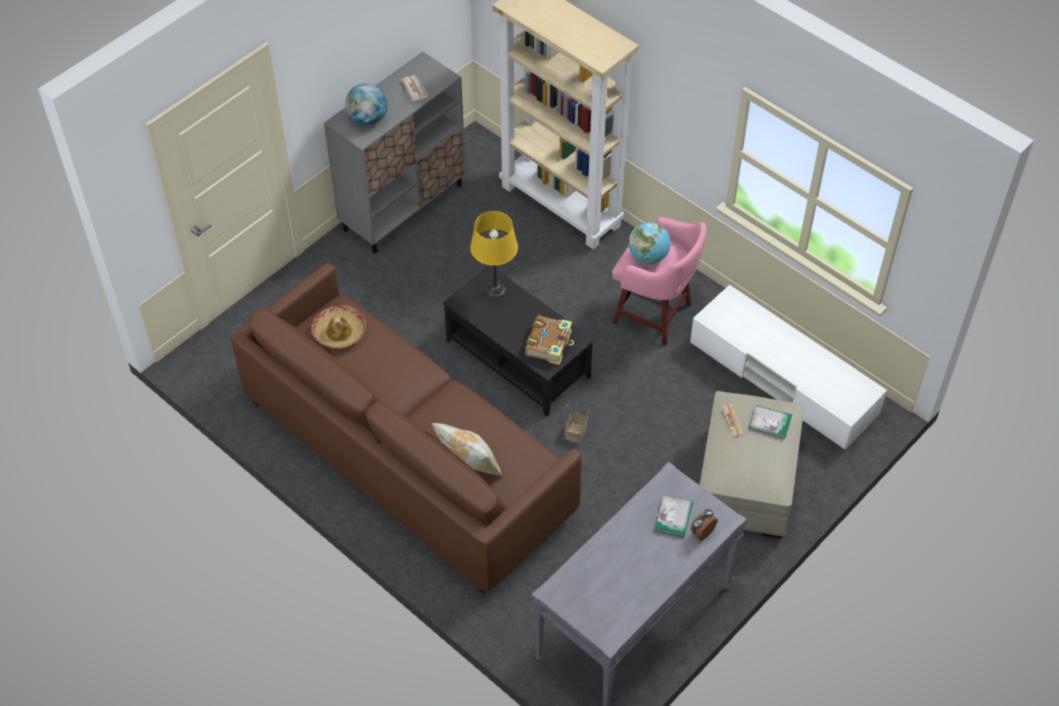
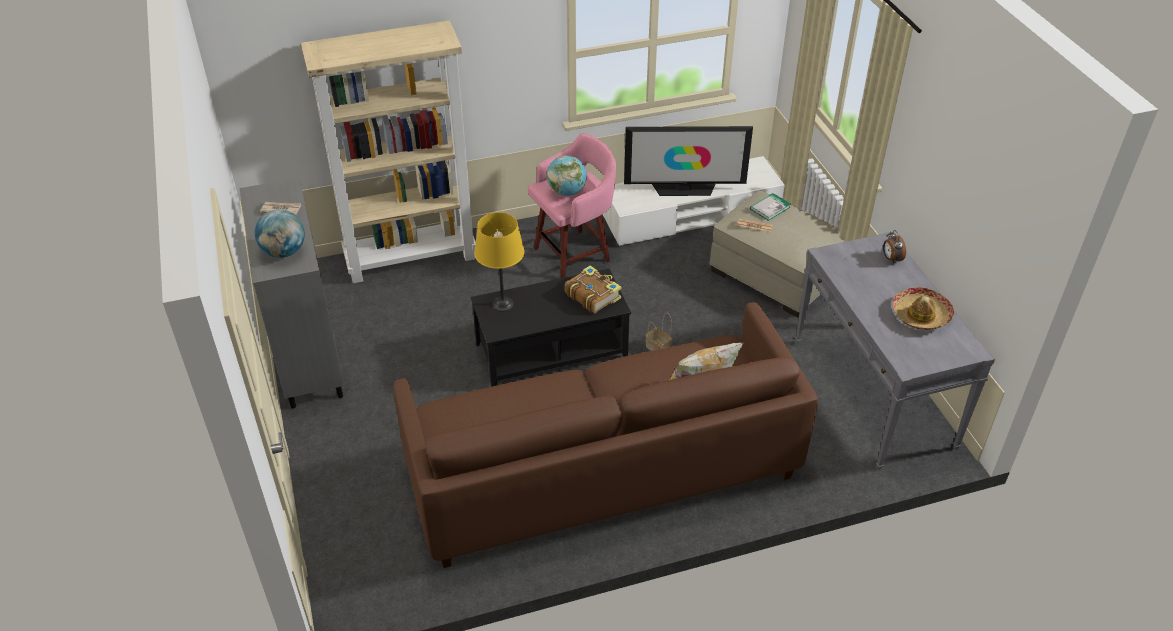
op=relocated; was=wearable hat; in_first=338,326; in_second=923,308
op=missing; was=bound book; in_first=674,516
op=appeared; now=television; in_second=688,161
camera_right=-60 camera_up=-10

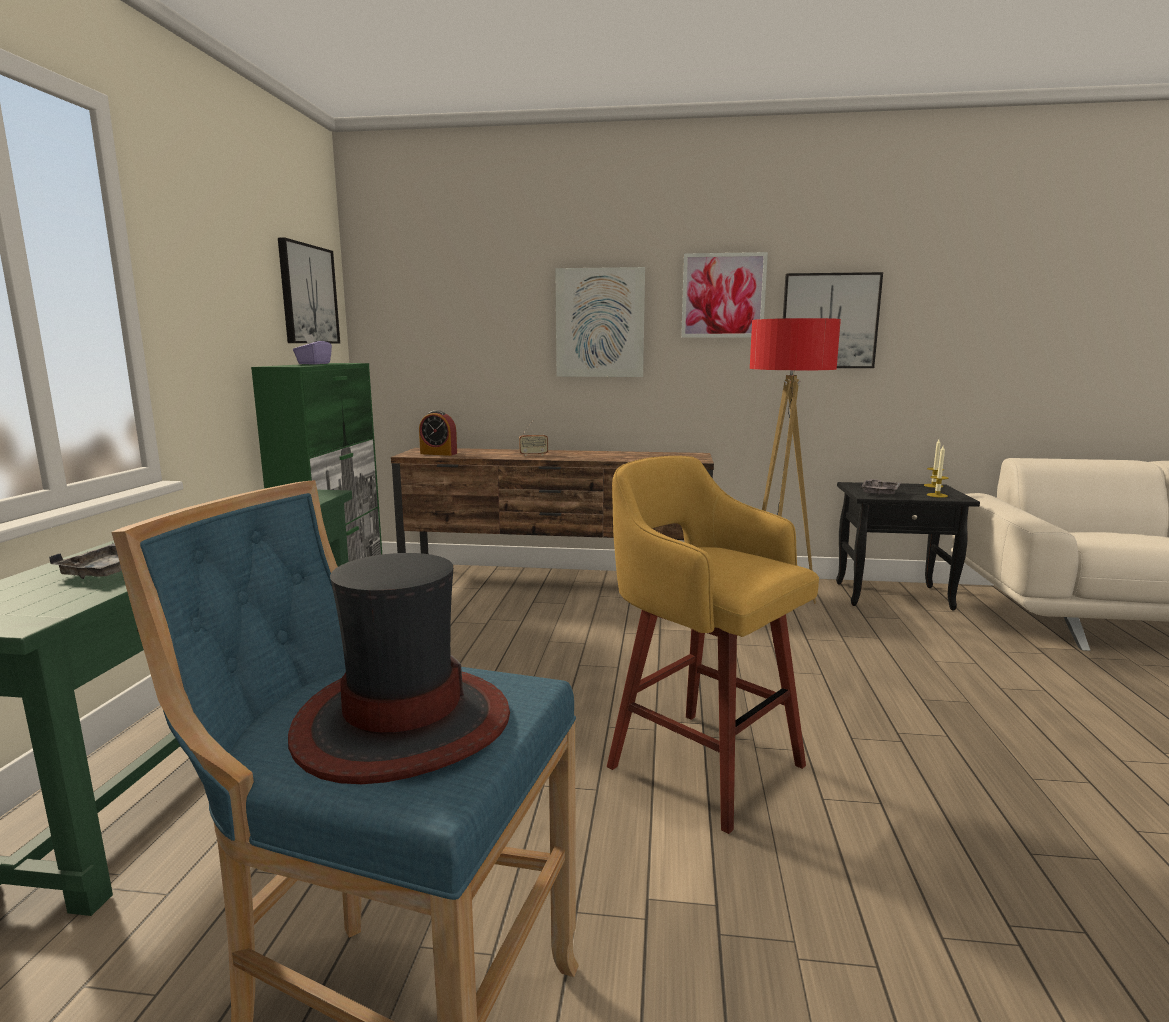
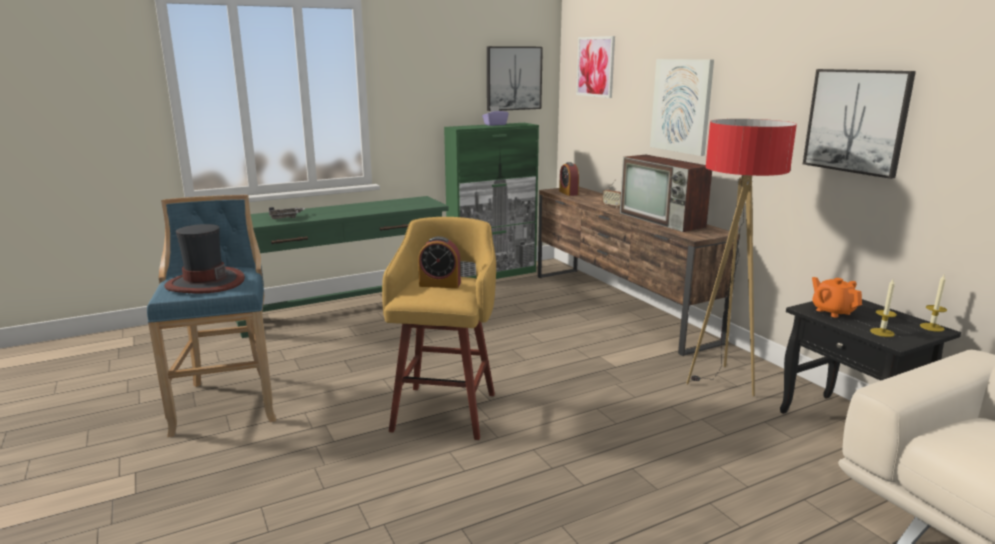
op=relocated; was=wall picture; in_first=724,295; in_second=595,67
op=exchanged; was=tray (gray); now=tea pot (orange-coloured); in_first=881,487; in_second=837,297
op=appeared; now=alarm clock; in_second=439,262
op=appeared; now=television; in_second=666,193
camera_right=55 camera_up=5

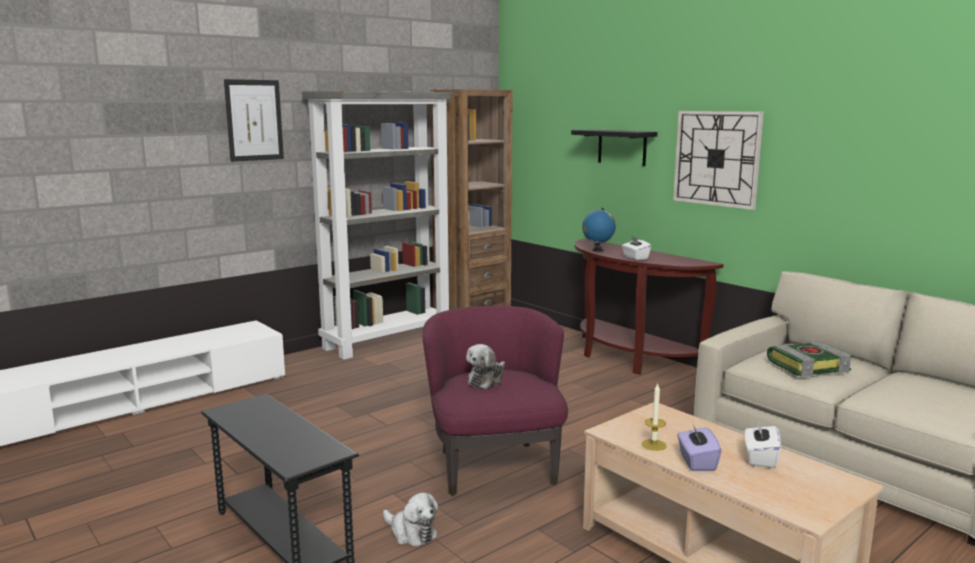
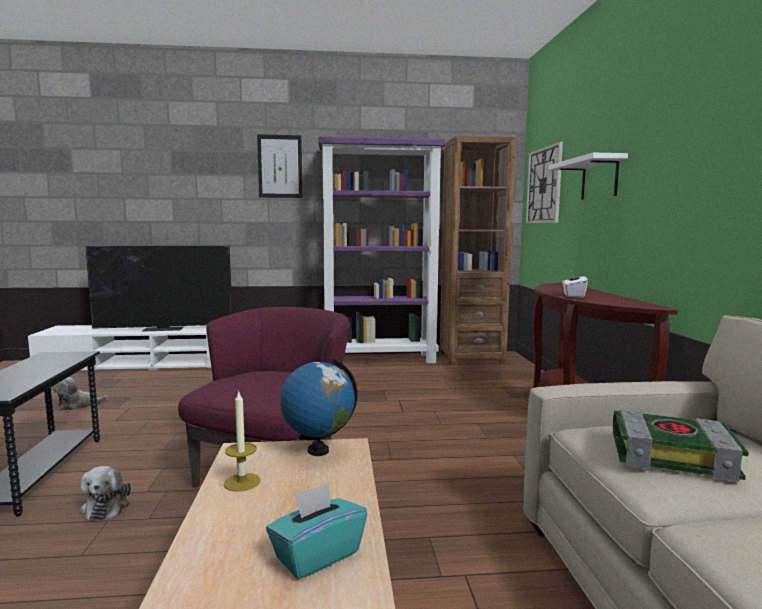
op=colour; was=bookcase (gray); now=bookcase (purplish); in_first=377,225; in_second=381,249
op=relocated; was=cuddly toy; in_first=485,366; in_second=80,394
op=colour; was=bracket shelf (black); now=bracket shelf (whitish); in_first=614,147; in_second=588,176
op=relocated; was=desk globe; in_first=599,230; in_second=318,407
op=relocated; was=wall clock; in_first=718,160; in_second=544,182
op=missing; was=box of tissues (purplish); in_first=699,446
op=colour; was=box of tissues (whitish); now=box of tissues (blue-green); in_first=763,443; in_second=316,531
op=appeared; now=television; in_second=158,288
camera_right=35 camera_up=-5

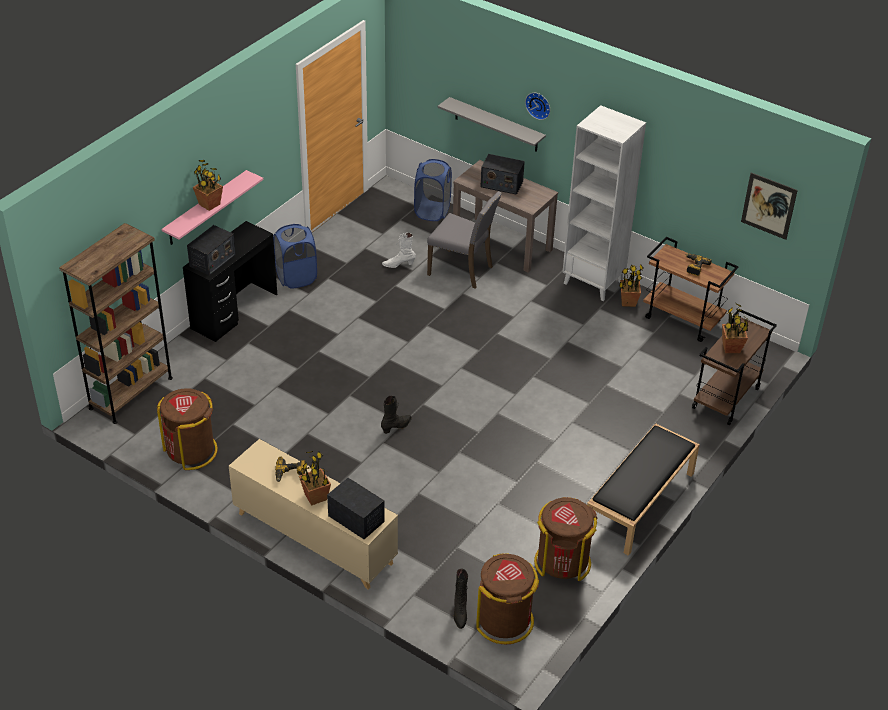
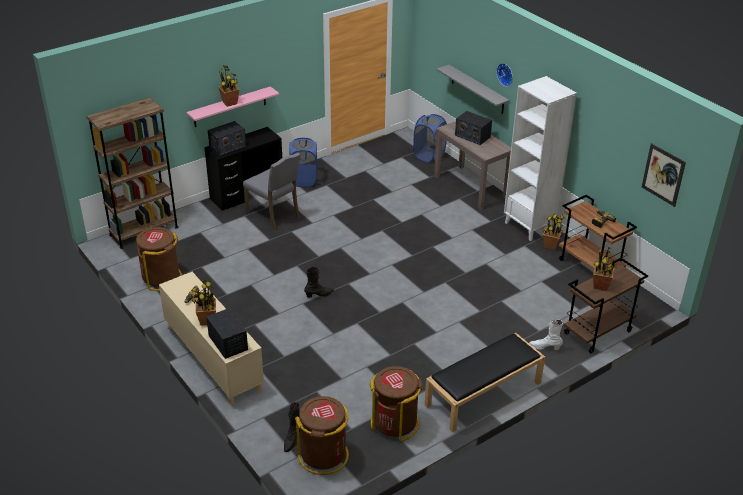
op=relocated; was=tall boot (whitish); in_first=399,250; in_second=546,334
op=relocated; was=upright chair (gray); in_first=464,240; in_second=271,191
camera_right=20 camera_up=-5

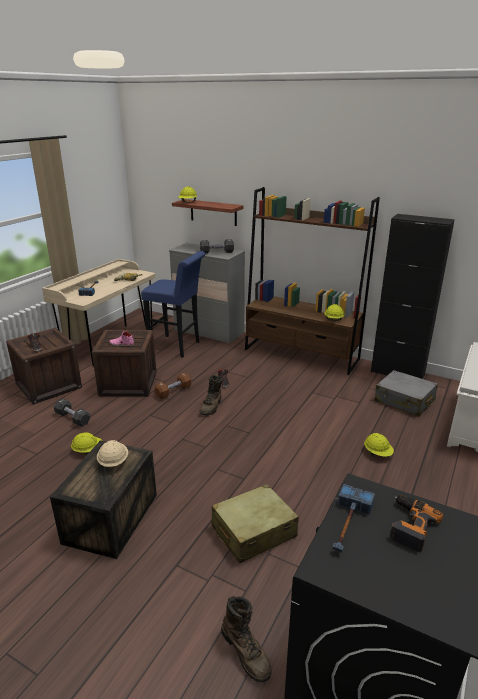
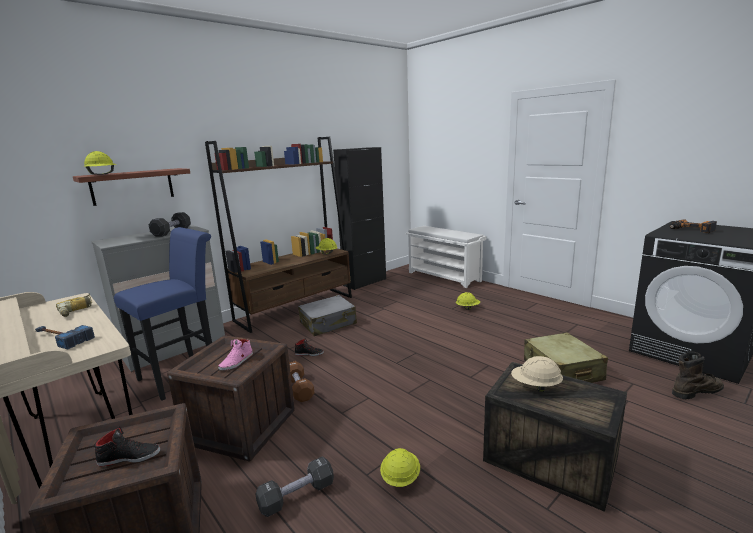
op=missing; was=tall boot (brownish); in_first=210,395
op=missing; was=hand hammer; in_first=353,518
op=relocated; was=suitcase (gray); in_first=406,393; in_second=327,315
camera_right=-70 camera_up=-10

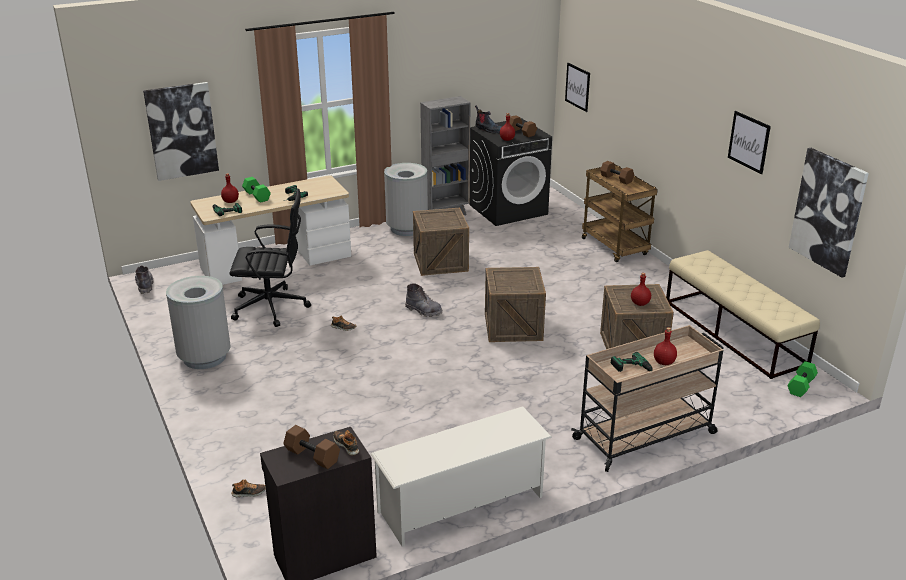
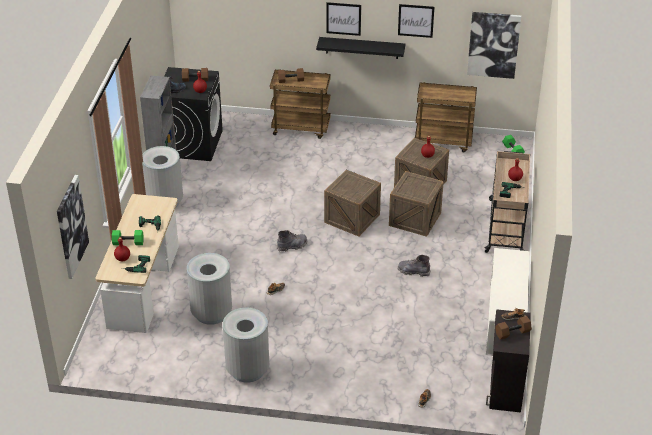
op=relocated; was=tall boot (gray); in_first=144,279; in_second=414,266
op=exchanged; was=desk chair (black); now=rubbish bin (gray); in_first=270,258; in_second=209,289
op=relocated; was=crate; in_first=441,242; in_second=416,204
op=relocated; was=wall picture; in_first=577,87; in_second=343,19
op=exchanged; was=indoor bench (beige); now=wheeled cart (brownish); in_first=743,314; in_second=446,117
op=appeared; now=bracket shelf (black); in_second=360,48
camera_right=-55 camera_up=10

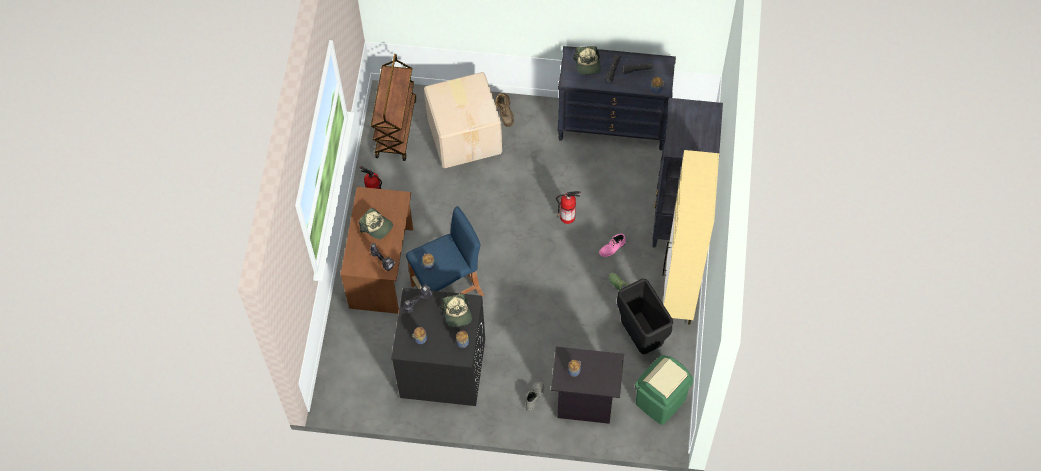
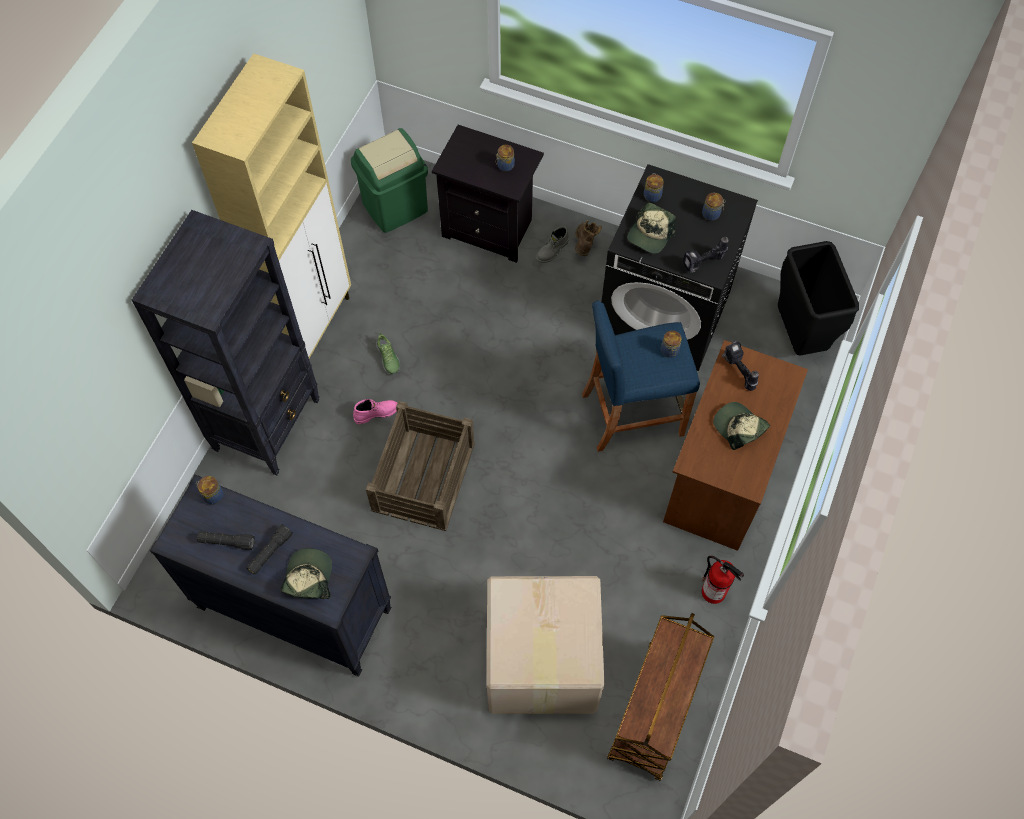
op=spun; was=baseball cap; in_first=456,310; in_second=651,228; clockwise=-150
op=relocated; was=tall boot (brownish); in_first=504,110; in_second=588,238
op=exchanged; was=extinguisher; now=crate; in_first=568,207; in_second=420,466
op=relocated; was=rubbish bin (black); in_first=645,316; in_second=818,298
camera_right=-165 camera_up=0

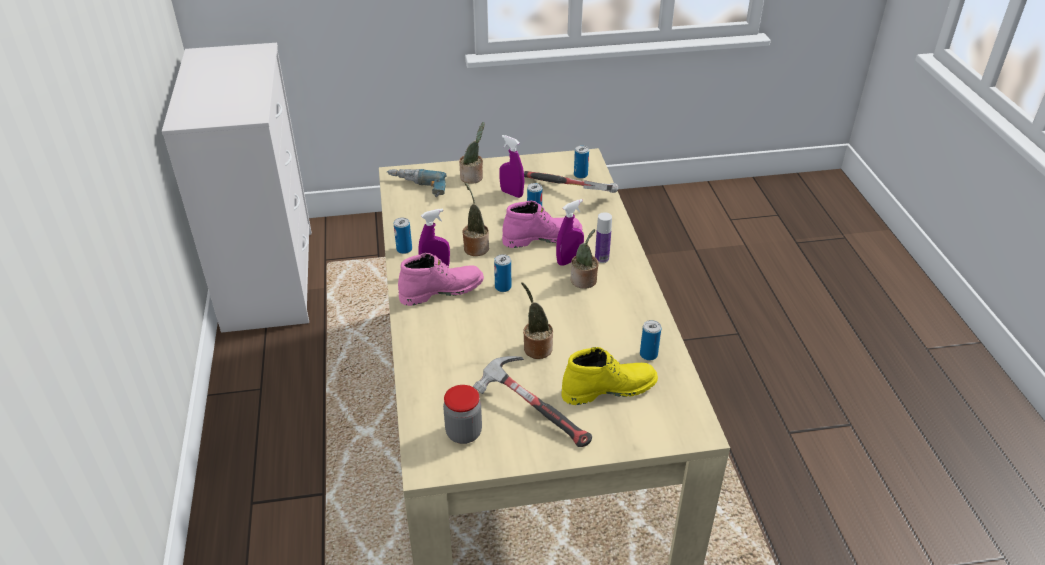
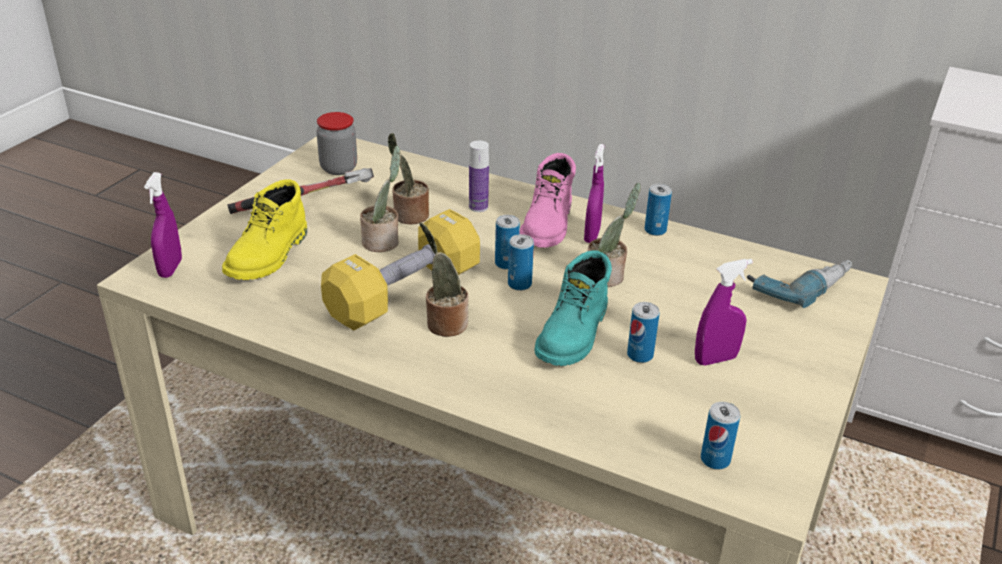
op=relocated; was=plant in a pot; in_first=472,153; in_second=408,178
op=colour; was=tall boot (pinkish); now=tall boot (blue-green); in_first=542,224; in_second=573,308
op=missing; was=hand hammer; in_first=571,182
op=relocated; was=spray bottle (purplish); in_first=570,232; in_second=163,225
op=relocated; was=beverage bottle; in_first=603,237; in_second=479,176
op=relocated; was=metal can; in_first=651,340; in_second=521,262
op=appeared; now=hand weight (yellow-coloured); in_second=400,269
camera_right=125 camera_up=-5

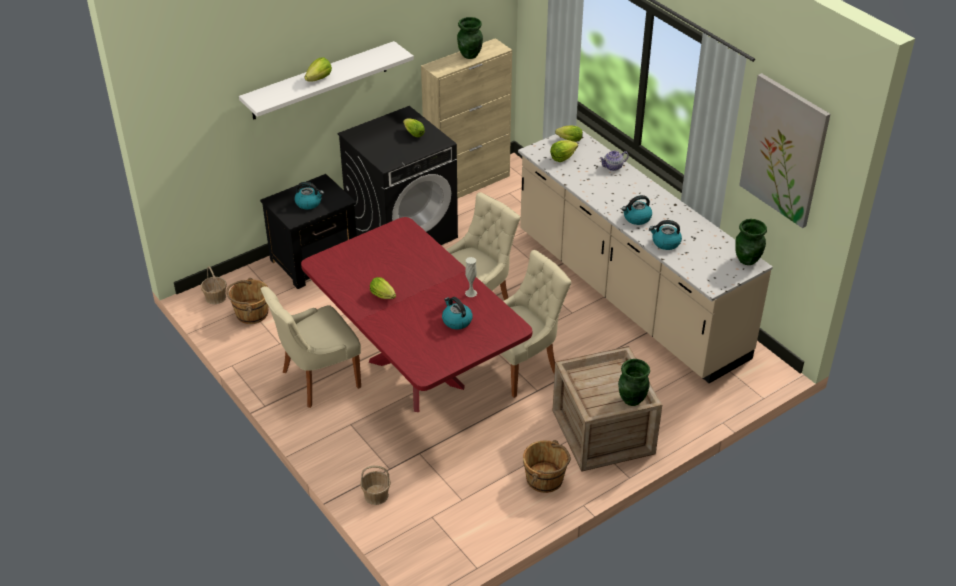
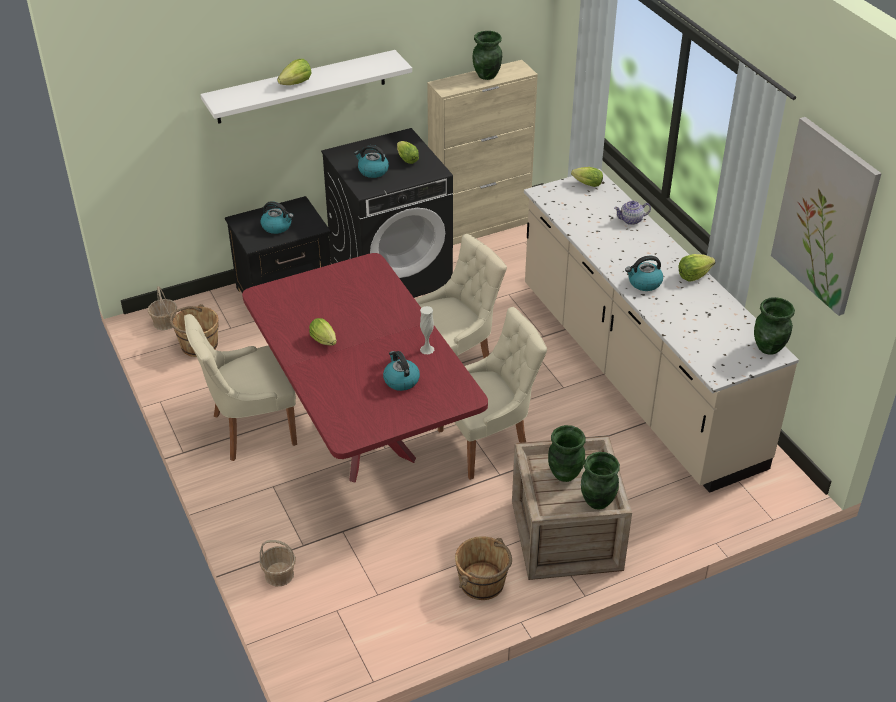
op=relocated; was=lettuce head; in_first=564,151; in_second=696,268
op=relocated; was=kettle; in_first=665,235; in_second=371,161
op=appeared; now=decorative vase (greenish); in_second=567,453
camera_right=10 camera_up=0

